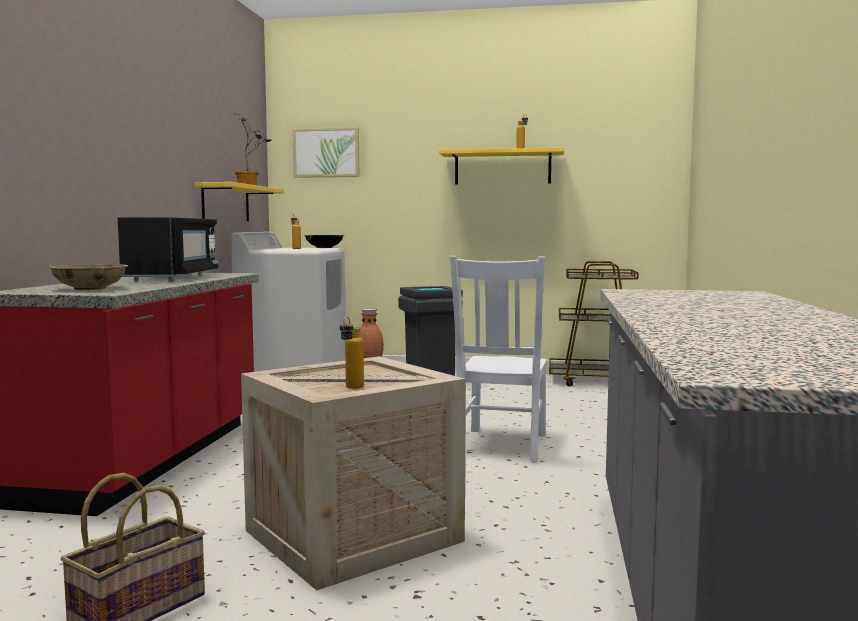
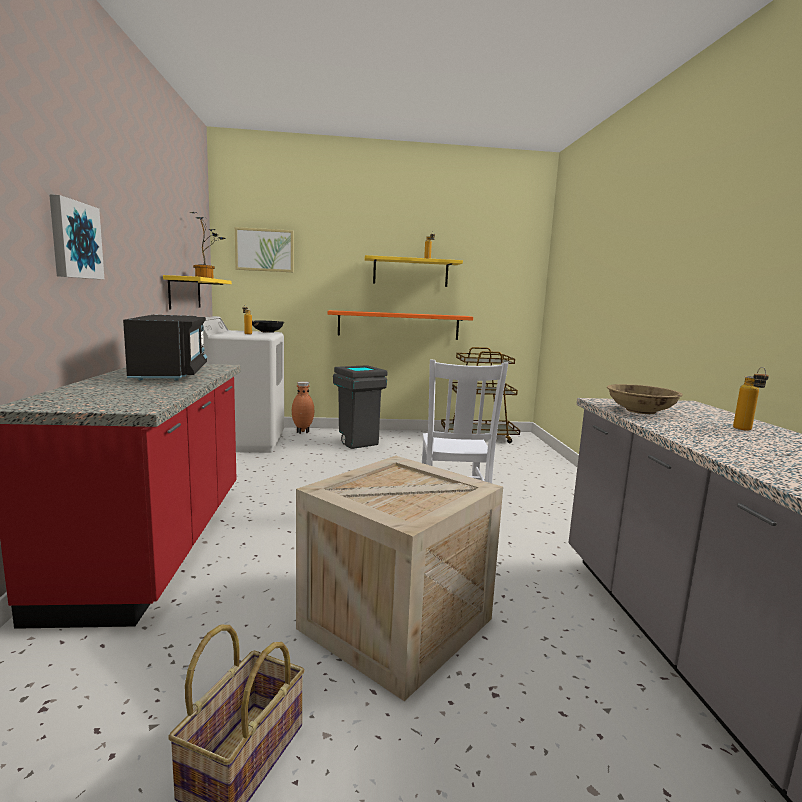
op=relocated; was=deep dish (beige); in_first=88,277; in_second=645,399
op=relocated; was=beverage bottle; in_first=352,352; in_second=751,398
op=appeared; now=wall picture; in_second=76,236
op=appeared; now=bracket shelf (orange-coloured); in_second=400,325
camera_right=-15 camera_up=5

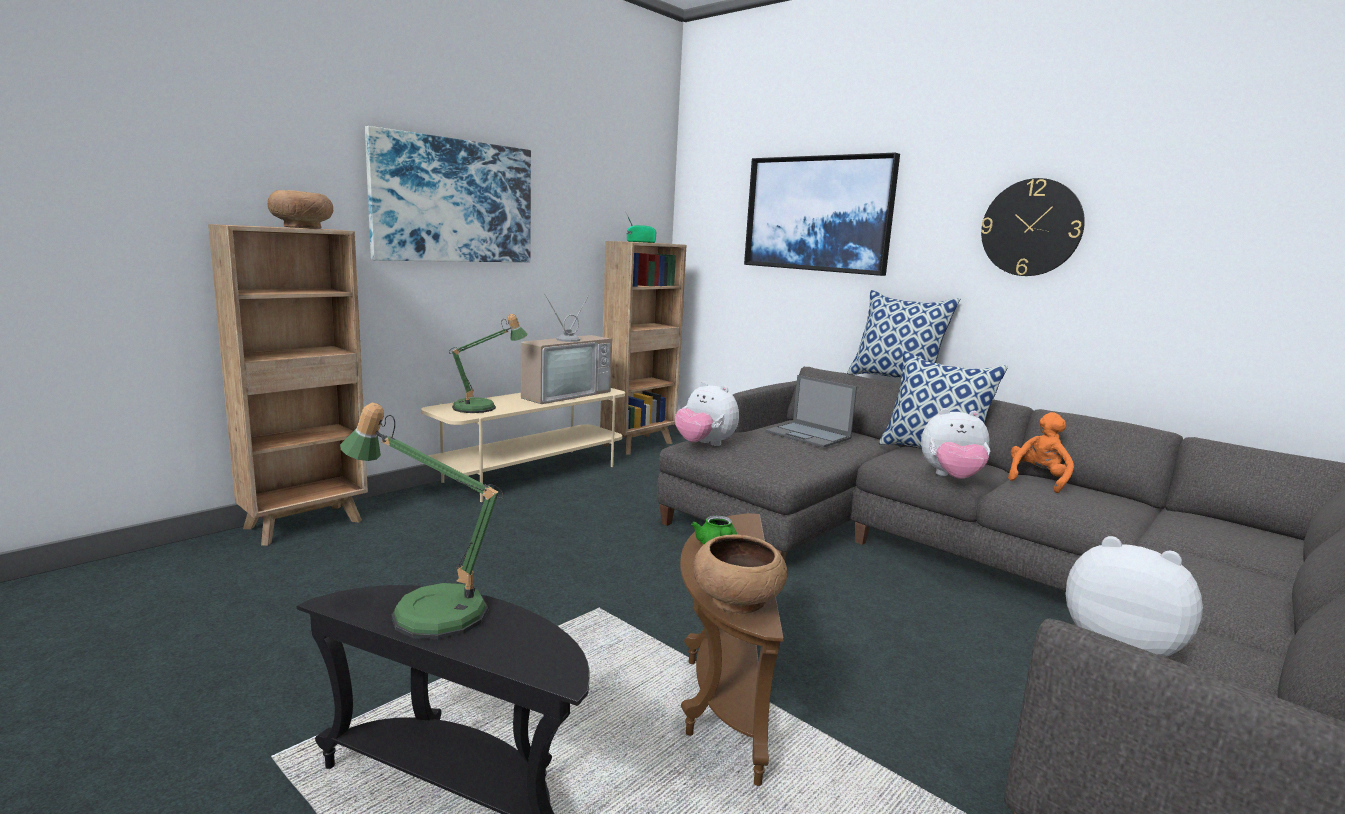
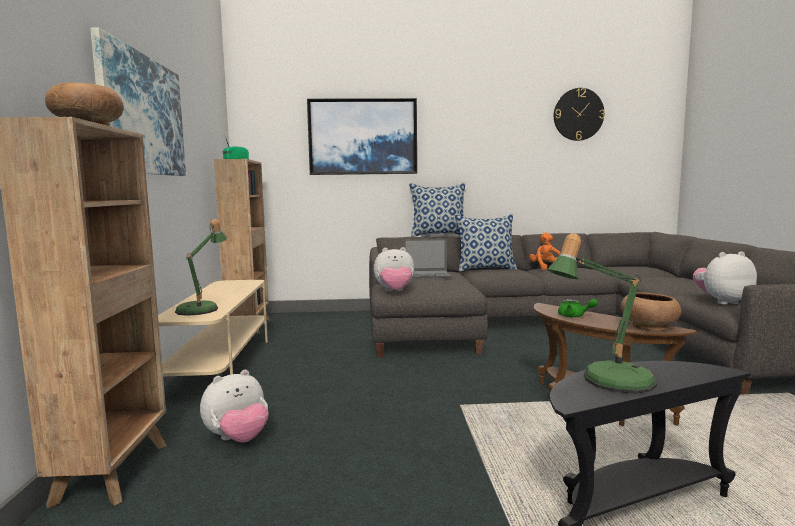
op=missing; was=television; in_first=566,348
op=relocated; was=cuddly toy; in_first=955,443; in_second=234,406
op=relocated; was=wall clock; in_first=1033,227; in_second=579,114
camera_right=-45 camera_up=-5

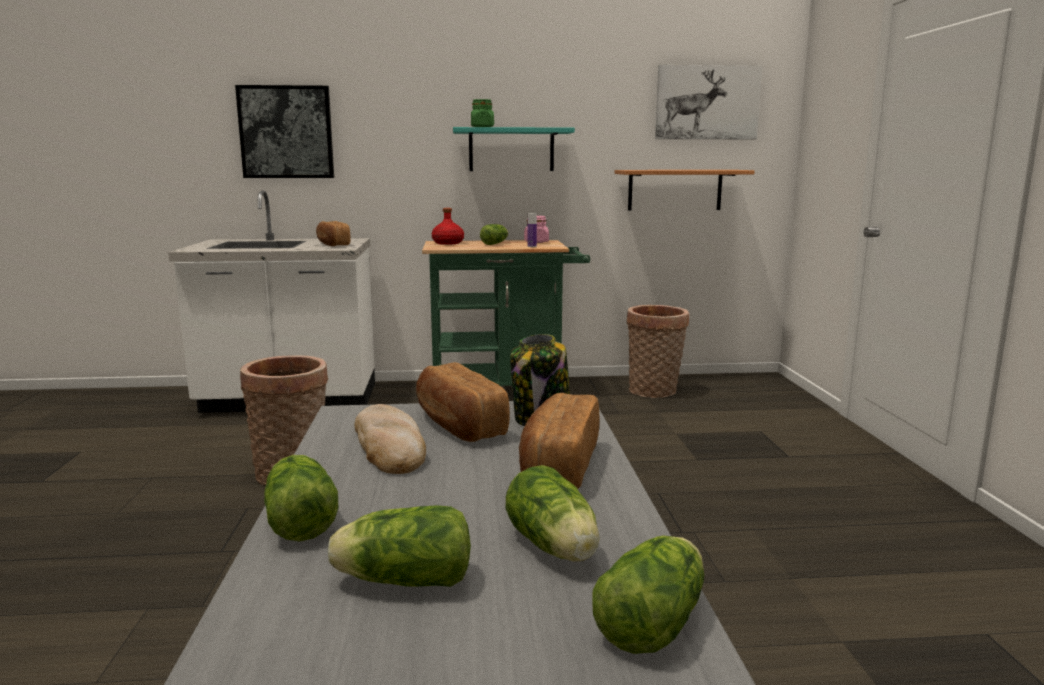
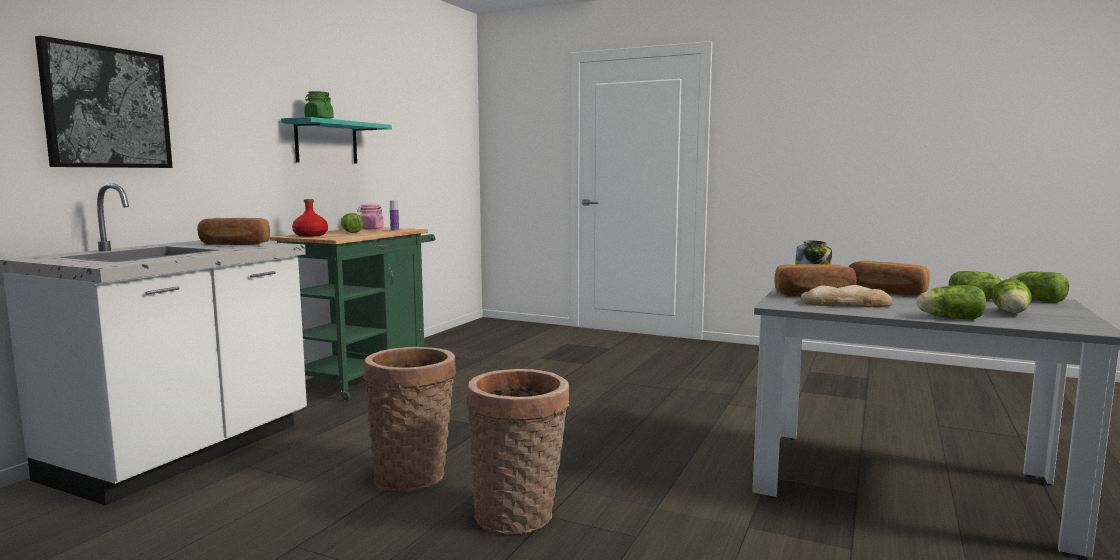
op=missing; was=bracket shelf; in_first=685,190
op=relocated; was=basket; in_first=658,351; in_second=517,452
op=missing; was=wall picture; in_first=708,102
camera_right=-60 camera_up=-5

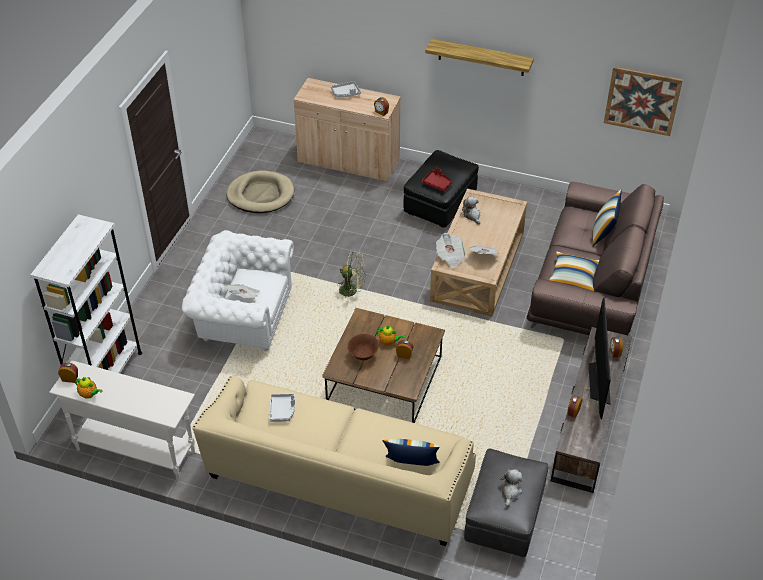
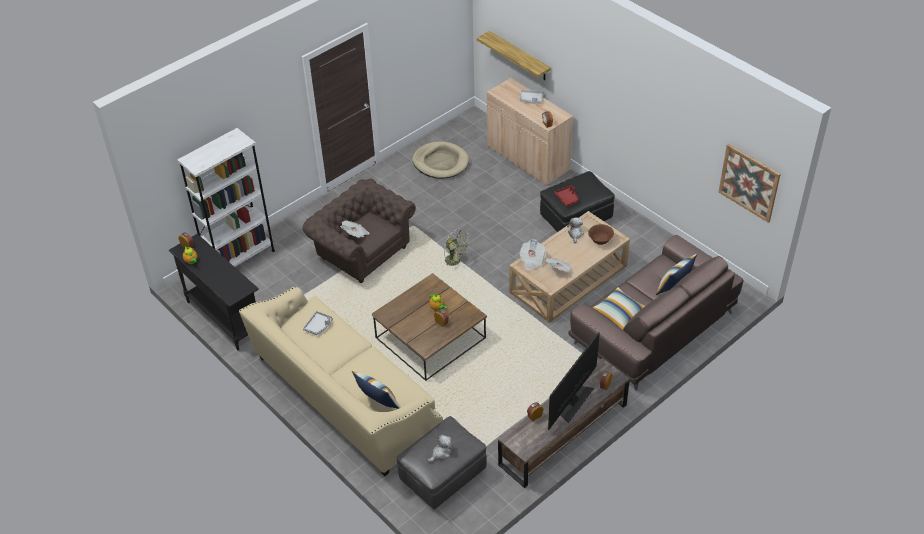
op=colour; was=narrow table (whitish); now=narrow table (black); in_first=122,420; in_second=214,292
op=colour; was=armchair (whitish); now=armchair (brownish); in_first=238,290; in_second=359,230
op=relocated; was=deep dish (brownish); in_first=363,347; in_second=601,234
op=relocated; was=bracket shelf; in_first=479,57; in_second=514,55
camera_right=30 camera_up=0

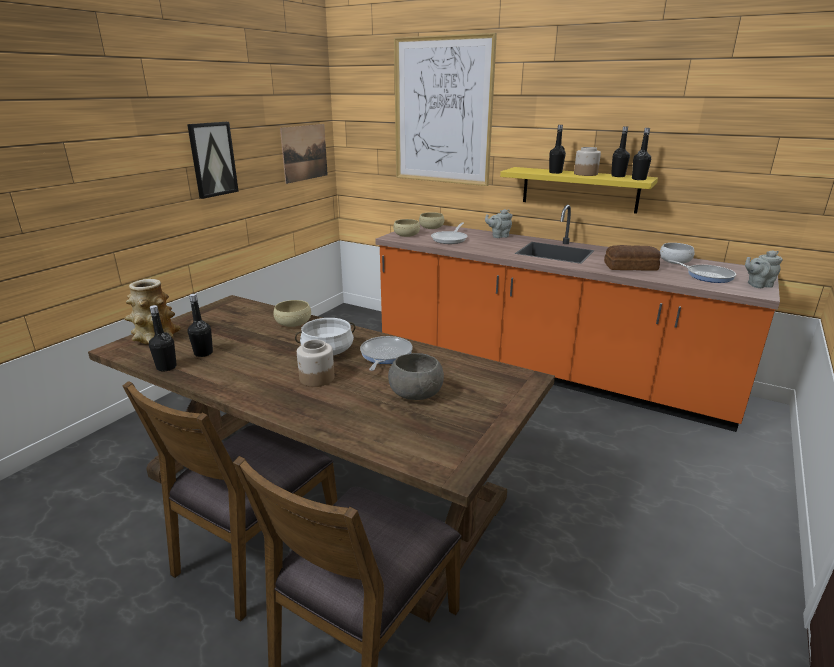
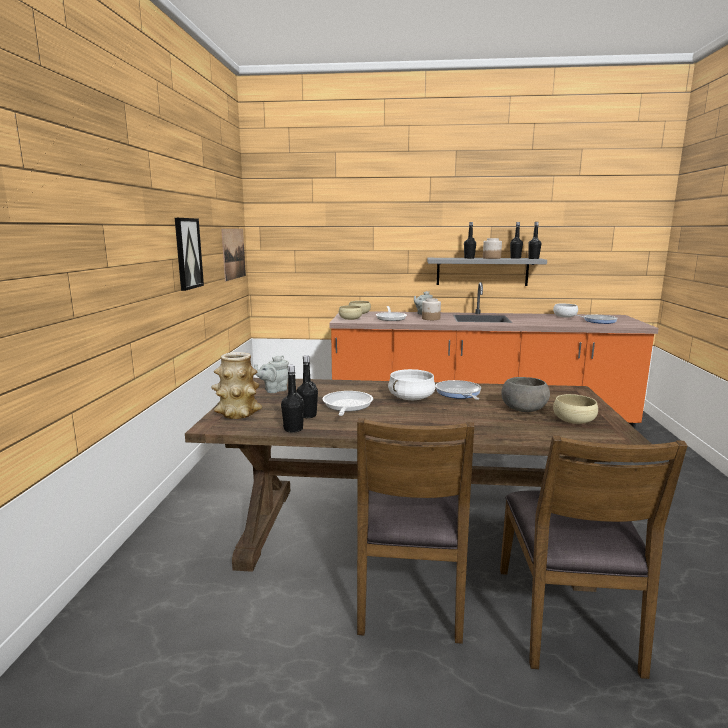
op=relocated; was=deep dish (beige); in_first=292,313; in_second=575,409
op=relocated; was=jar; in_first=315,363; in_second=431,309
op=missing; was=wall picture; in_first=445,109
op=colour; was=bracket shelf (yellow-coloured); now=bracket shelf (gray); in_first=579,190; in_second=487,272
op=missing; was=bakery bread; in_first=632,258
op=relocated; was=tea pot (gray); in_first=764,269; in_second=271,374
op=appeared; now=skillet; in_second=347,403
camera_right=-25 camera_up=-10

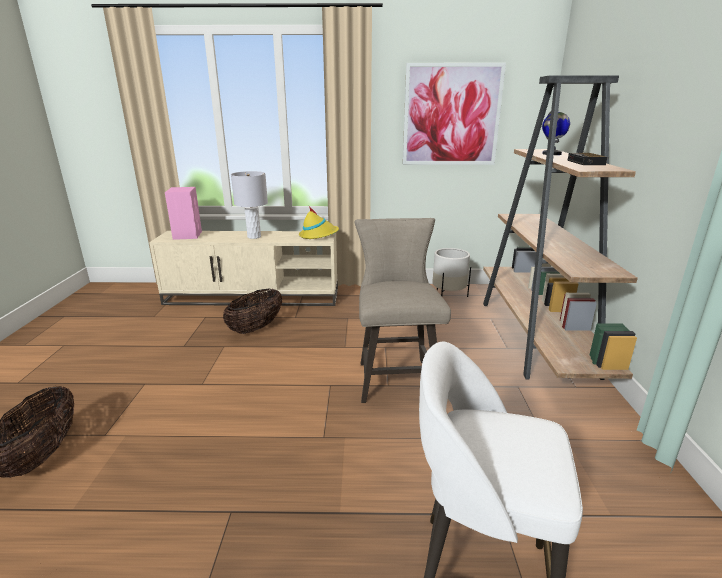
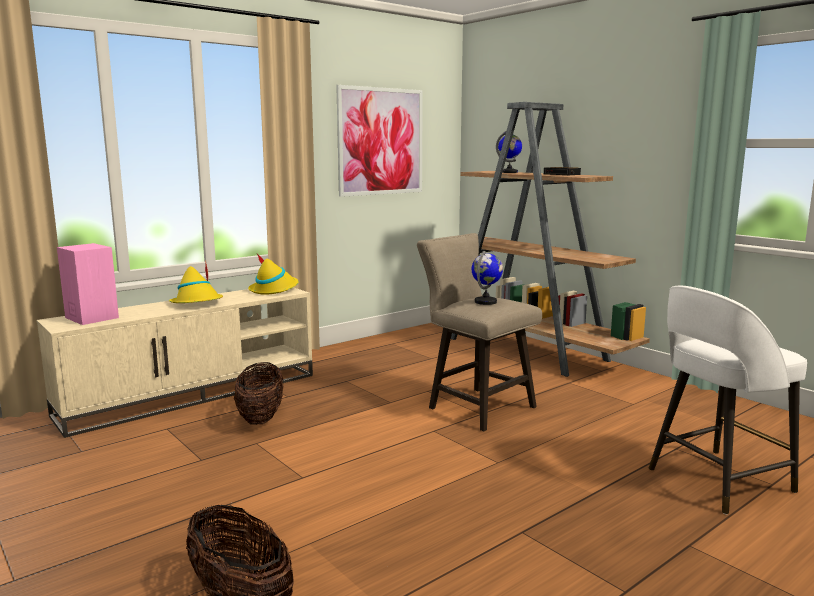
op=exchanged; was=table lamp (gray); now=wearable hat (yellow-coloured); in_first=249,205; in_second=196,282
op=missing; was=flower pot (whitish); in_first=451,272
op=appeared; now=desk globe; in_second=487,278
camera_right=-40 camera_up=-10

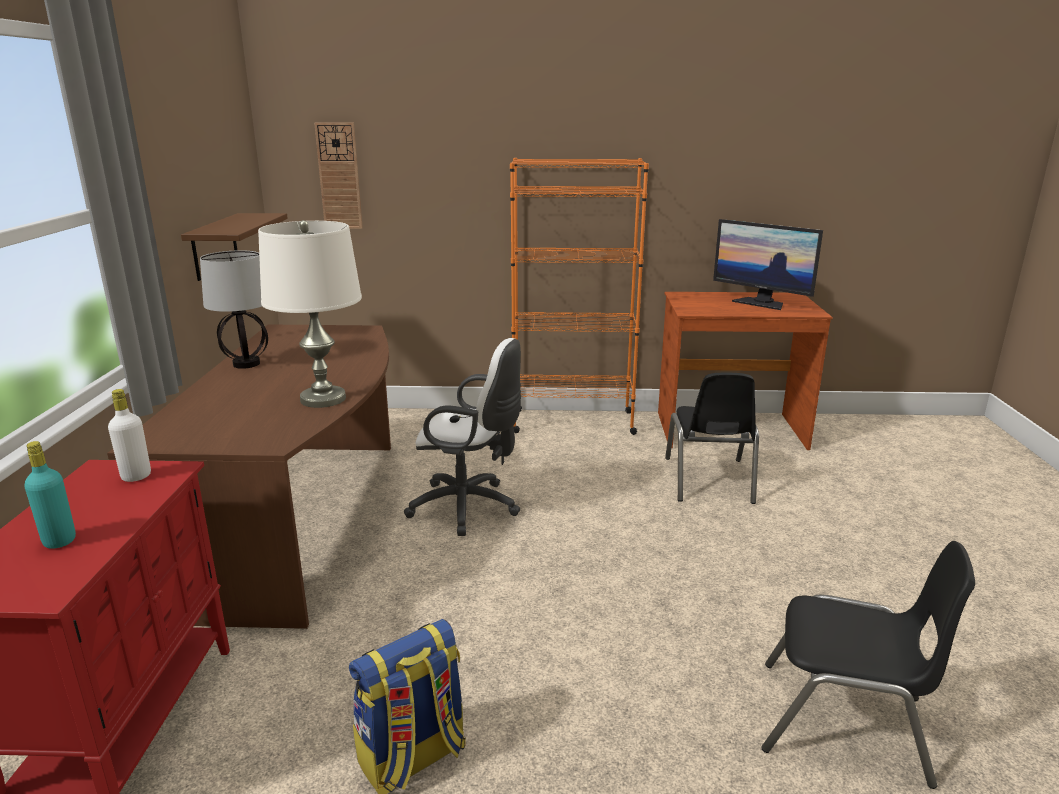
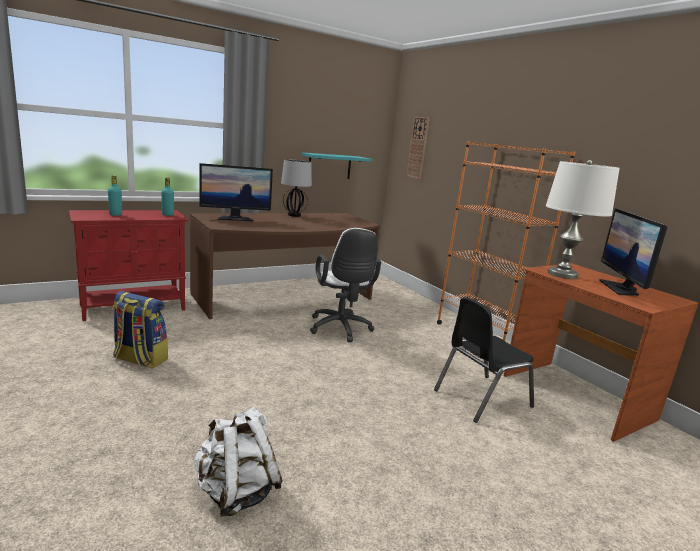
op=colour; was=beverage bottle (whitish); now=beverage bottle (blue-green); in_first=129,435; in_second=167,196
op=colour; was=bracket shelf (brownish); now=bracket shelf (blue-green); in_first=234,247; in_second=336,165
op=relocated; was=table lamp (whitish); in_first=310,314; in_second=583,219
op=exchanged; was=upright chair (black); now=knapsack (whitish); in_first=868,665; in_second=238,461
op=appeared; now=computer display; in_second=236,192
camera_right=55 camera_up=-5

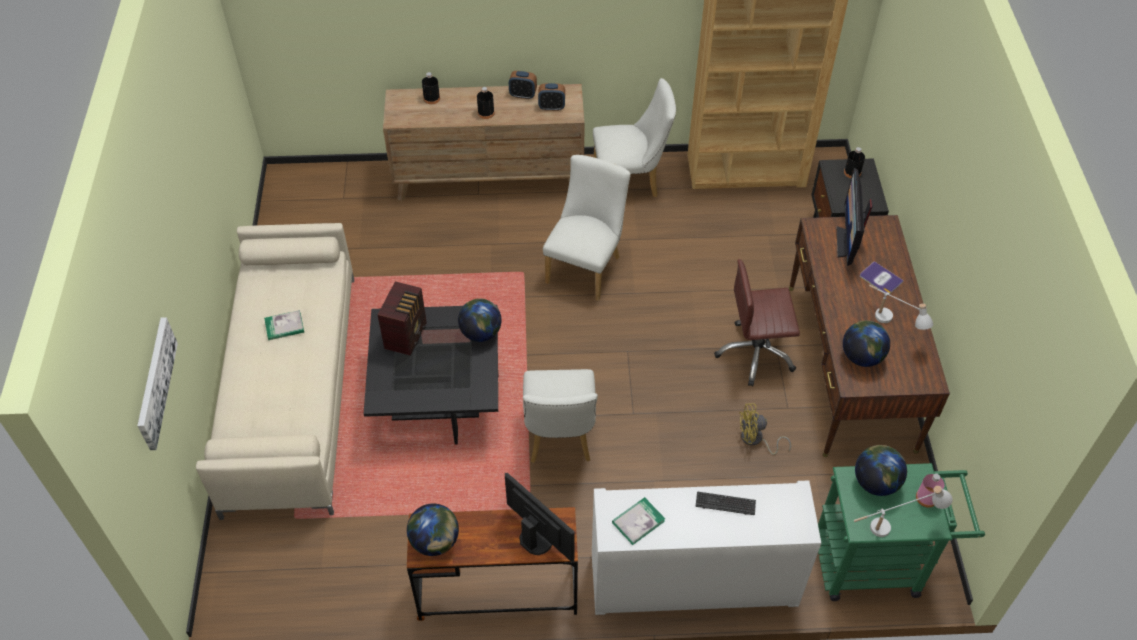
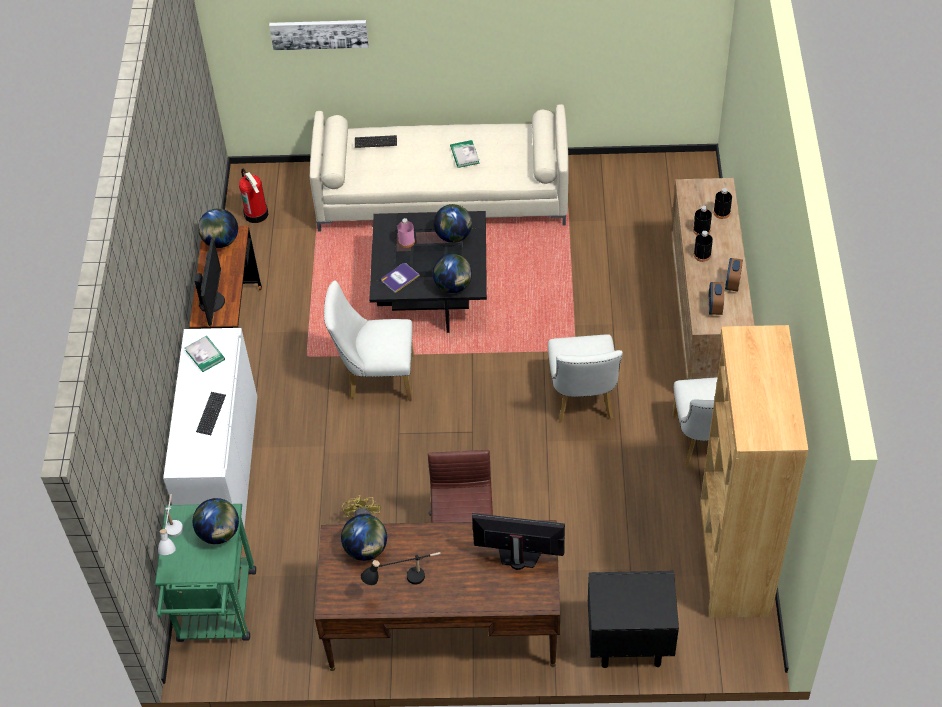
op=exchanged; was=radio set; now=desk globe; in_first=402,318; in_second=453,223
op=spun; was=computer display; in_first=540,517; in_second=209,282; clockwise=-45
op=spun; was=upright chair (whitish); in_first=587,228; in_second=585,378; clockwise=60
op=relocated; was=beverage bottle (black); in_first=854,162; in_second=702,220
op=relocated; was=bound book; in_first=882,277; in_second=400,278
op=colour; was=table lamp (whitish); now=table lamp (black); in_first=901,307; in_second=401,568
op=relocated; was=beverage bottle (pinkish); in_first=930,491; in_second=406,233
op=appeared; now=extinguisher; in_second=253,196
op=appeared; now=PC keyboard; in_second=376,141
camera_right=95 camera_up=0

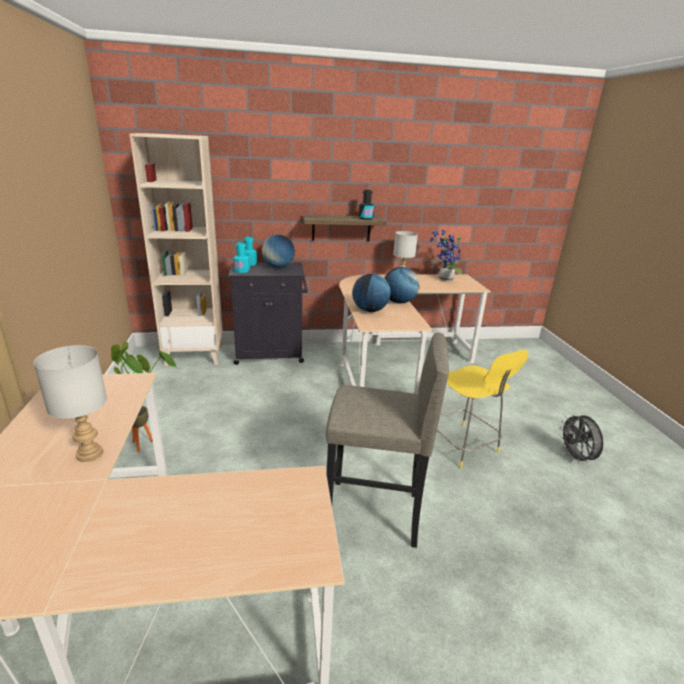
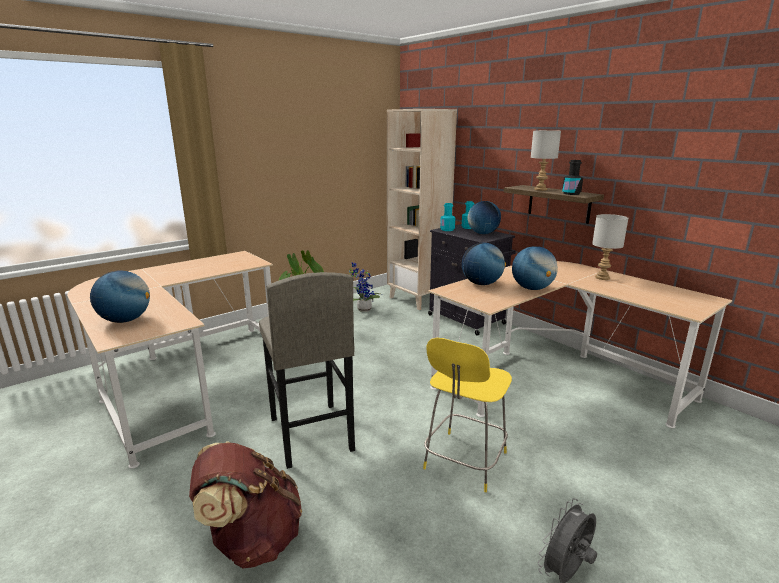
op=relocated; was=table lamp (gray); in_first=70,403; in_second=546,160
op=relocated; was=plant in a pot; in_first=443,255; in_second=365,287
op=appeared; now=desk globe; in_second=120,296
op=appeared; now=knapsack (brownish); in_second=245,505
camera_right=60 camera_up=-5

